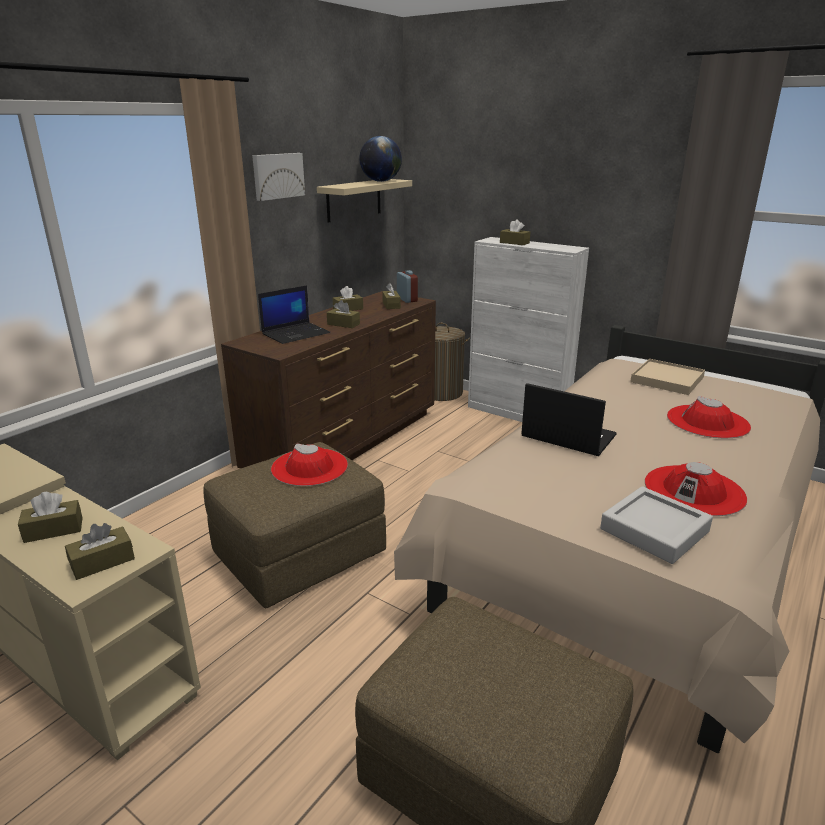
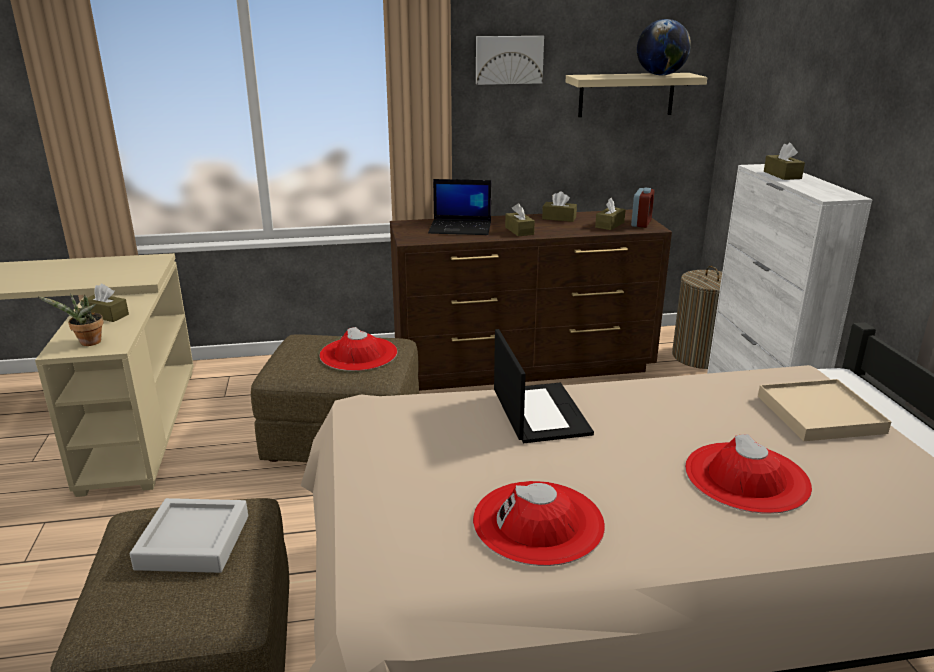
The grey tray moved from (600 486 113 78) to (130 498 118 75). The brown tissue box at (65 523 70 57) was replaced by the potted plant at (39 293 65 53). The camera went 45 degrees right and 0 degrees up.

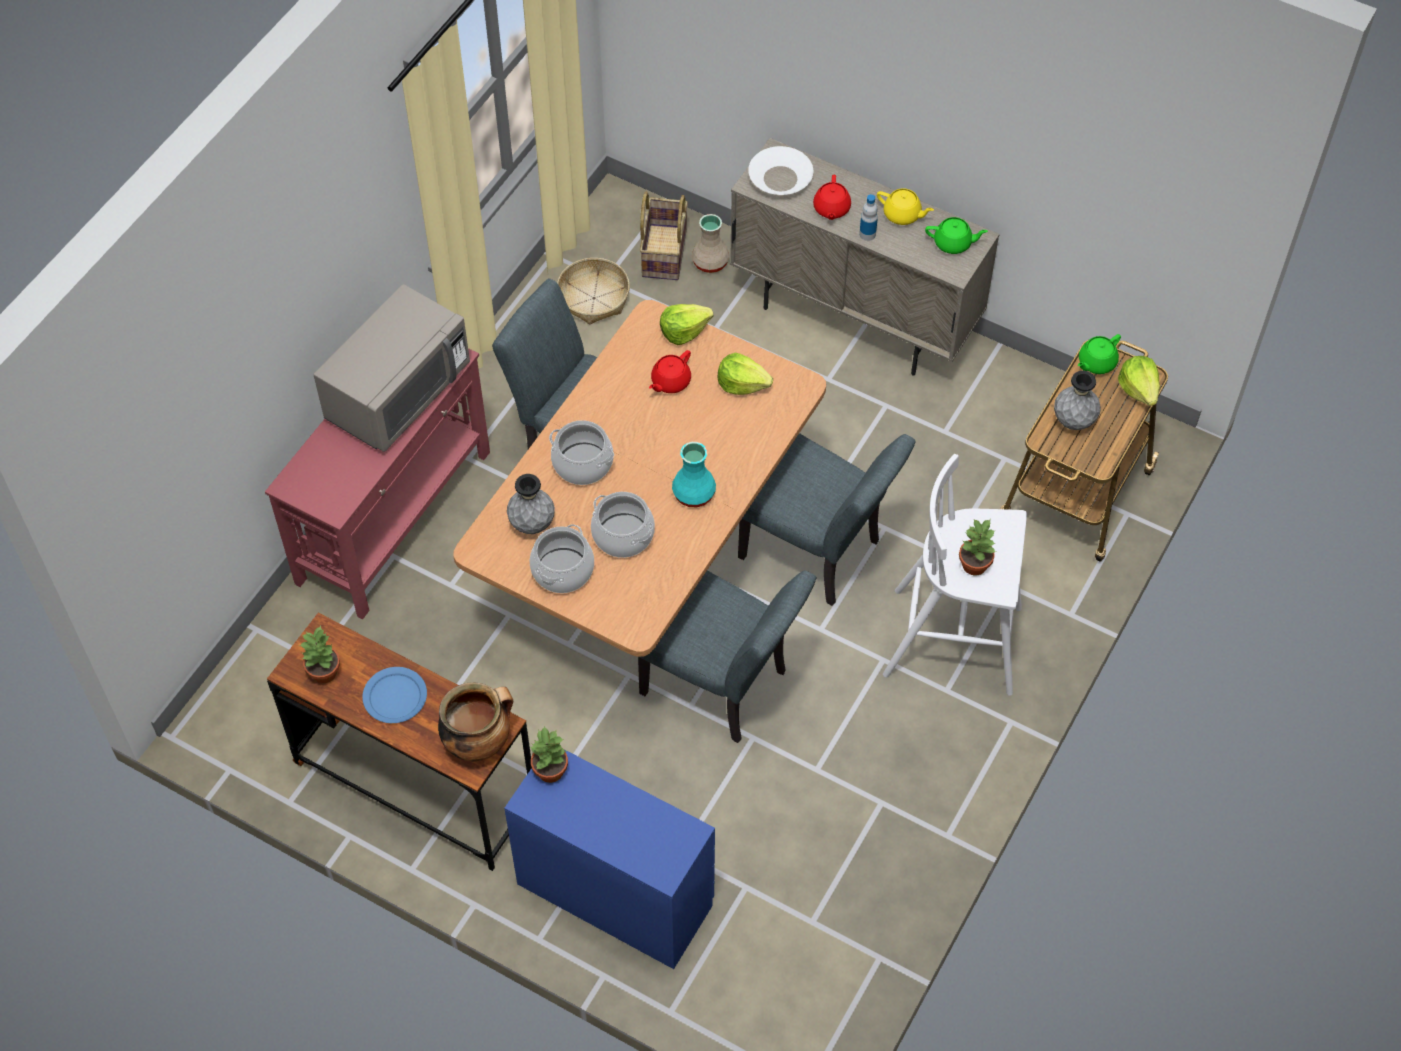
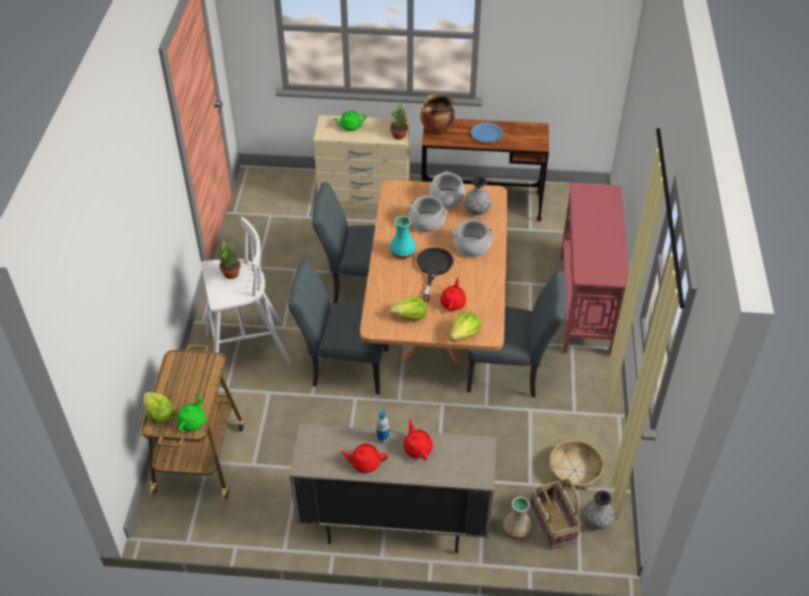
The potted plant at (300 626 40 57) disappeared. The grey microwave at (314 284 156 168) disappeared. The white bowl at (748 146 65 49) disappeared. The black frying pan at (417 248 36 53) appeared. The green teapot moved from (925 217 63 37) to (333 111 33 20). The grey vase moved from (1054 371 47 59) to (583 490 32 39). The blue dresser at (504 749 211 220) became the beige dresser at (313 115 97 95). The yellow teapot at (877 188 57 37) became the red teapot at (340 444 48 29). The camera went 155 degrees right and 10 degrees down.

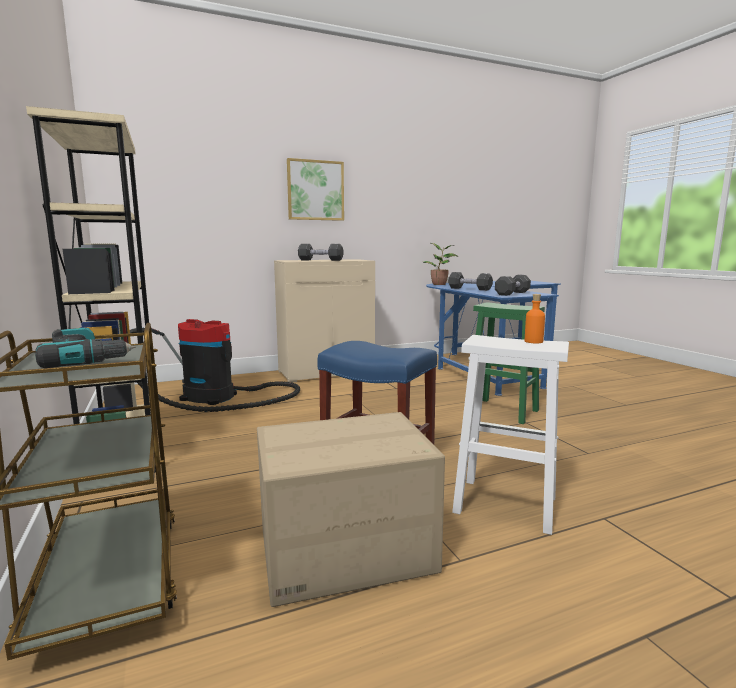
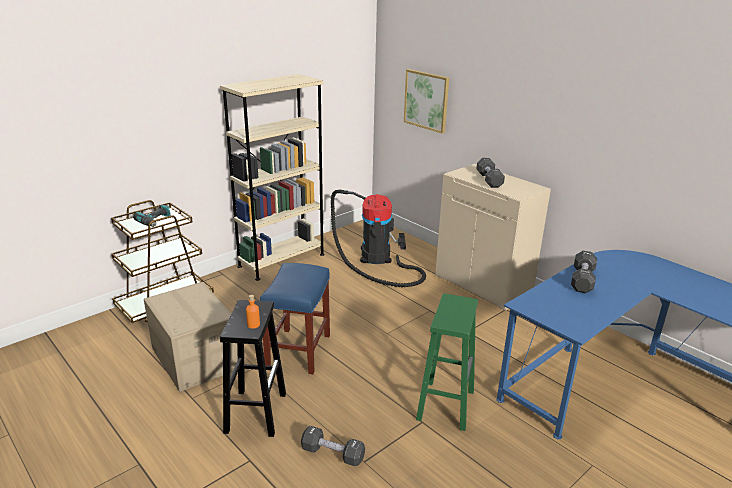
The potted plant at (423 243 35 42) disappeared. The picture moved from (287 158 57 63) to (404 69 45 65). The black dumbbell moved from (495 275 36 21) to (301 426 64 40). The white stool at (452 335 117 200) became the black stool at (220 300 66 137). The camera went 70 degrees right and 15 degrees up.

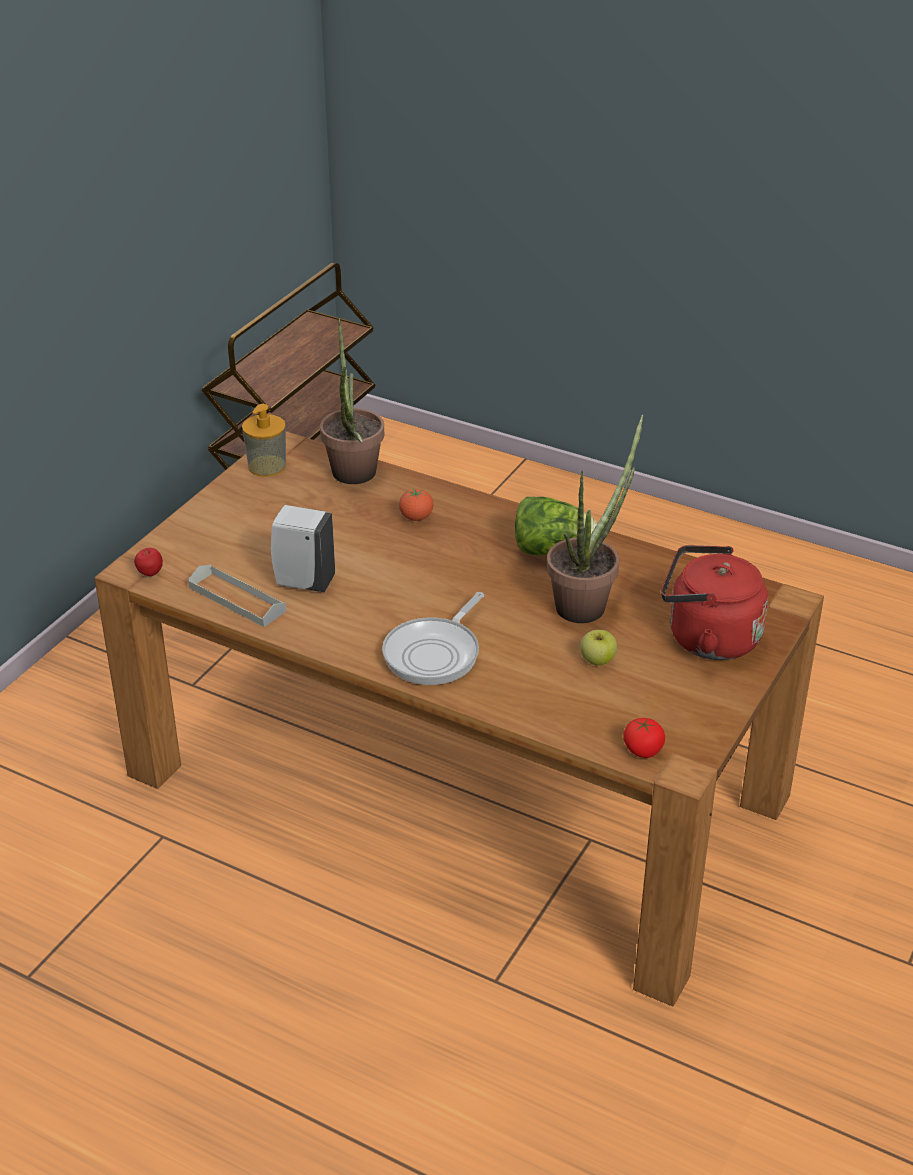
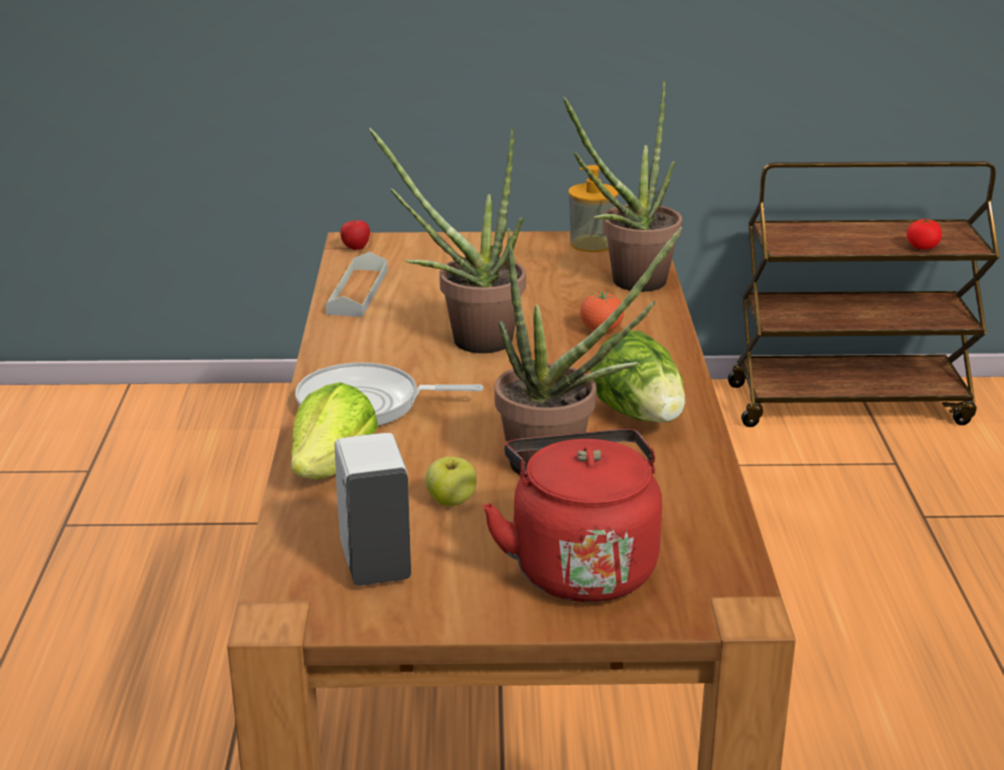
The lettuce at (291 382 87 97) appeared. The potted plant at (369 127 157 226) appeared. The white soap dispenser moved from (271 505 64 87) to (334 433 77 153). The tomato moved from (623 718 42 40) to (906 218 36 32). The camera went 60 degrees right and 10 degrees down.

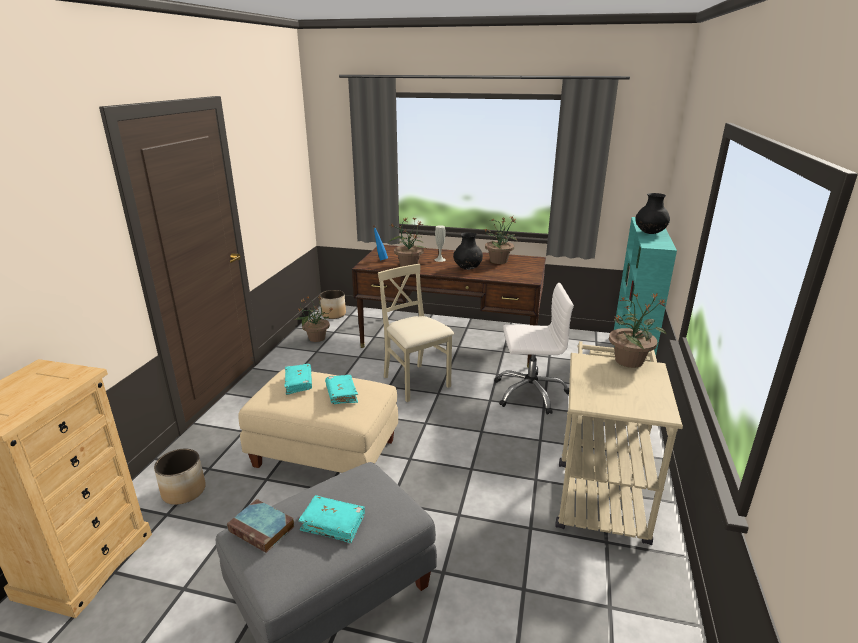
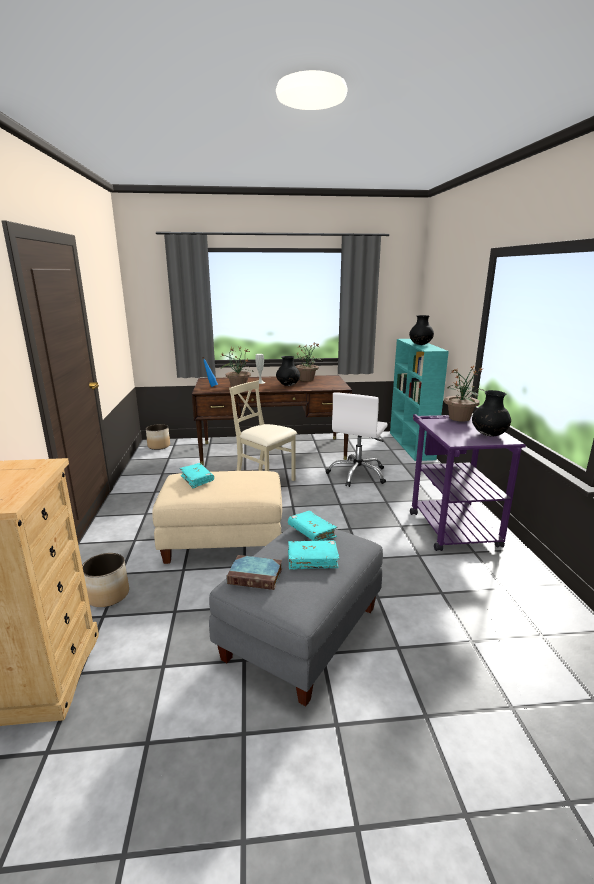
The potted plant at (295 296 37 46) disappeared. The black vase at (472 390 39 47) appeared. The turquoise book moved from (325 375 33 29) to (288 511 49 30). The beige cart at (555 341 128 204) became the purple cart at (410 414 116 137). The white office chair at (494 283 80 132) turned 135 degrees clockwise. The camera went 20 degrees left and 5 degrees down.

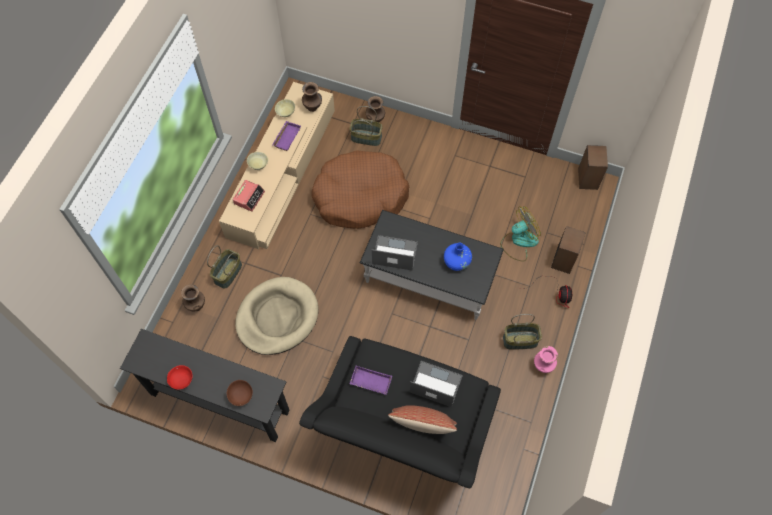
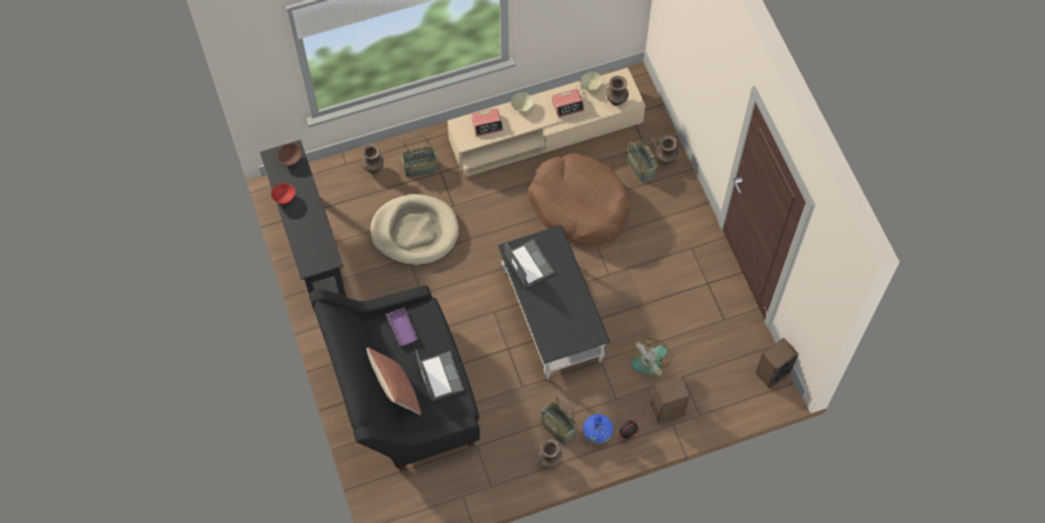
The brown bowl moved from (227 380 26 26) to (278 143 24 22). The blue vase moved from (444 242 28 29) to (583 414 30 30). The purple tray at (272 121 29 30) was replaced by the alarm clock at (552 89 32 29). The pink vase at (534 346 24 27) became the brown vase at (538 439 24 29). The fan at (500 206 41 56) turned 120 degrees clockwise. The camera went 50 degrees right and 0 degrees up.

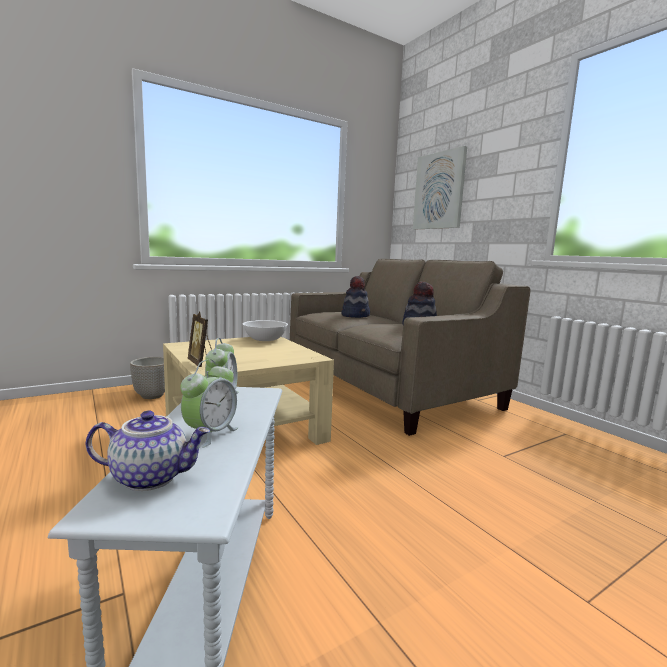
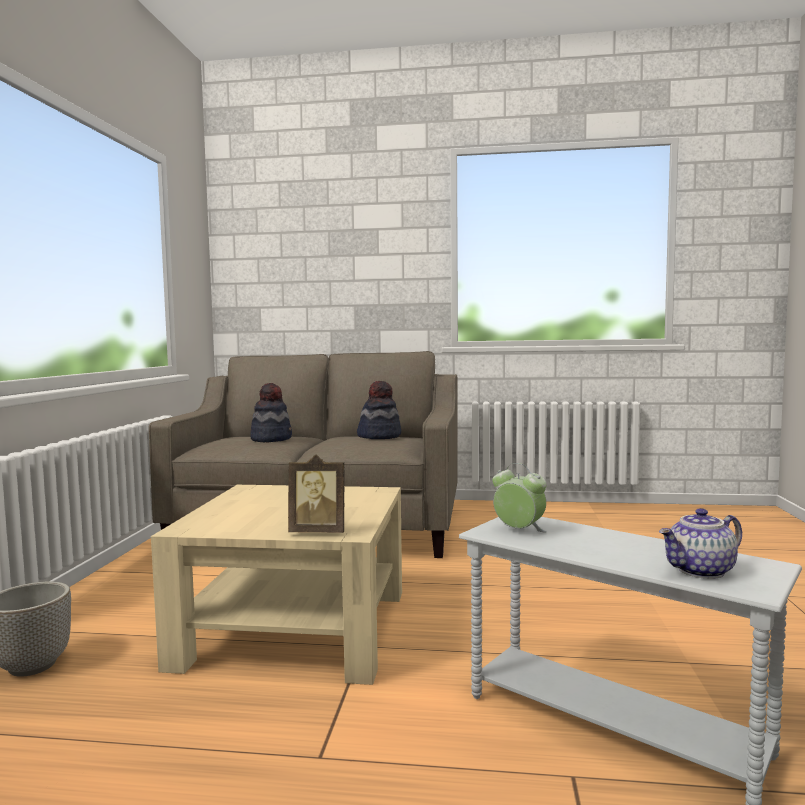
The alarm clock at (180 359 58 88) disappeared. The white bowl at (243 320 45 21) disappeared. The picture at (413 146 54 83) disappeared. The teapot at (86 410 124 81) turned 150 degrees counterclockwise. The camera went 50 degrees left and 5 degrees down.

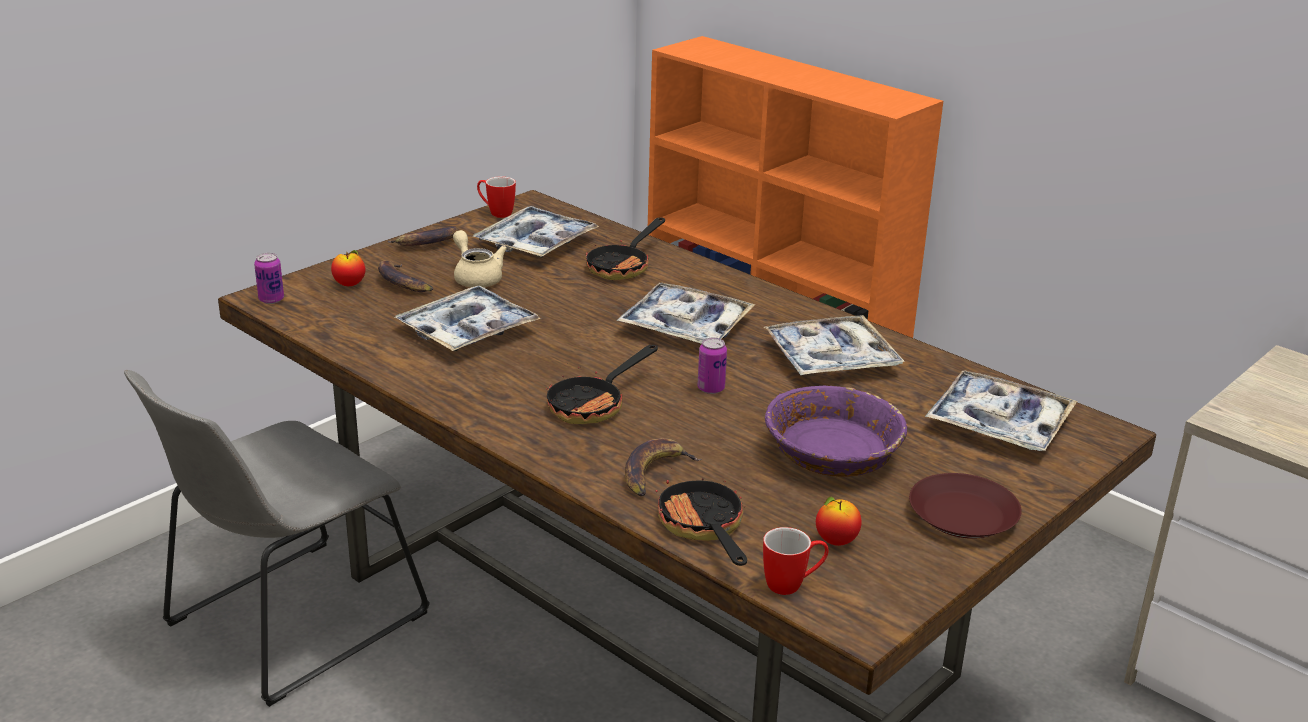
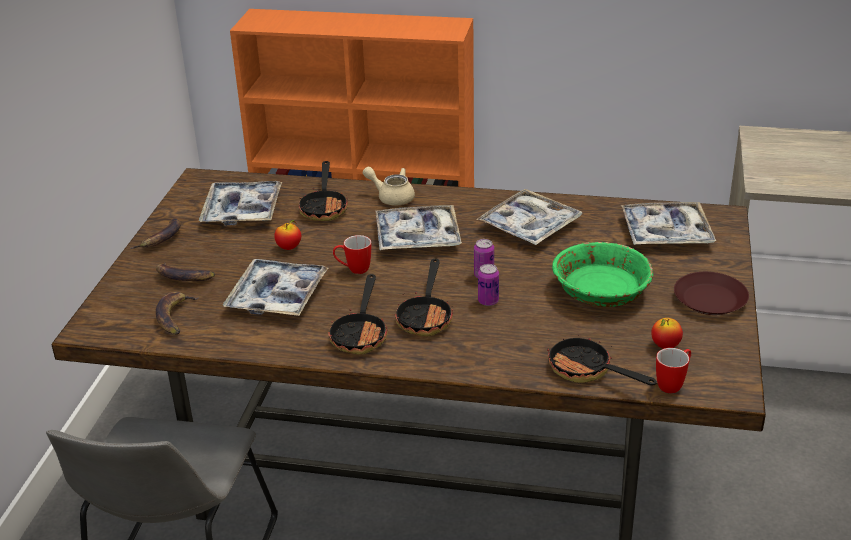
The frying pan at (328 274 60 81) appeared. The can moved from (254 253 30 51) to (478 264 21 42). The apple moved from (331 250 35 36) to (274 220 27 30). The beige teapot moved from (453 230 54 57) to (363 167 52 38). The mug moved from (477 176 39 42) to (333 235 38 39). The banana moved from (625 438 77 58) to (156 292 43 43). The purple bowl at (765 386 142 91) became the green bowl at (552 242 101 65). The camera went 30 degrees left and 5 degrees up.

